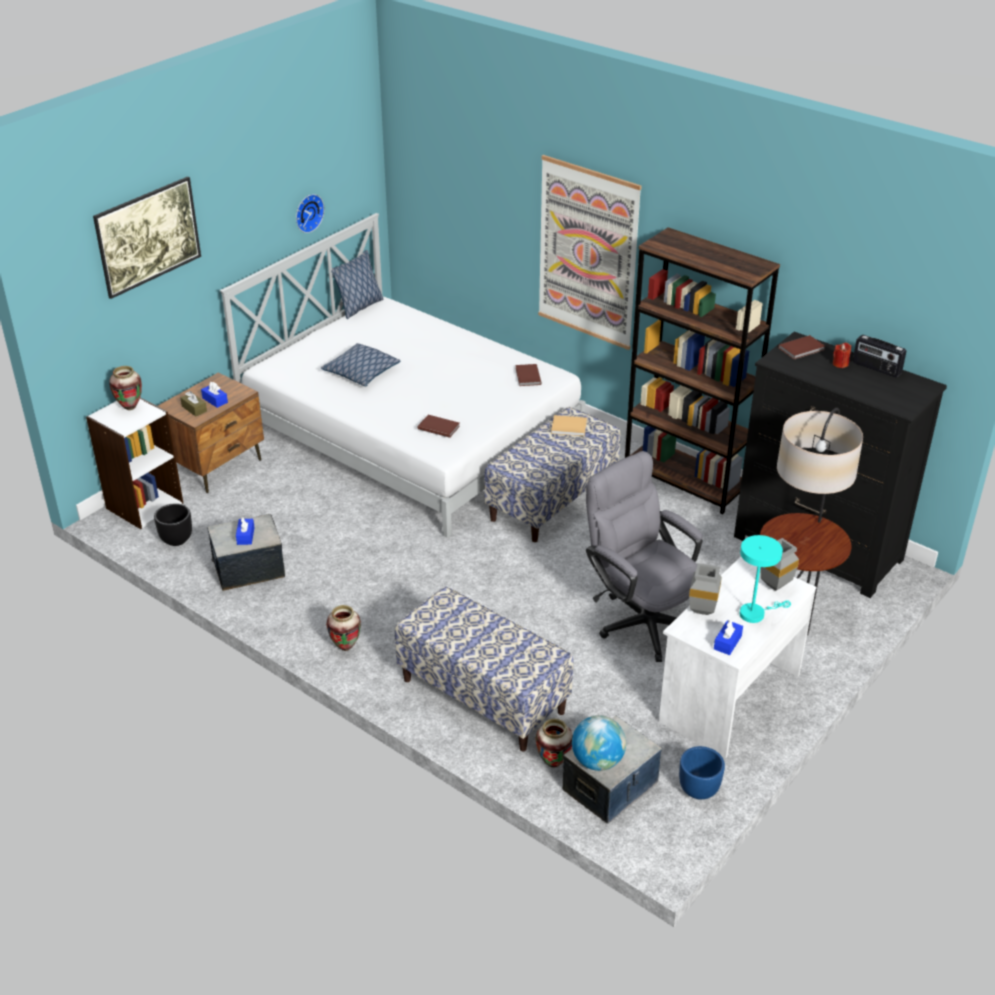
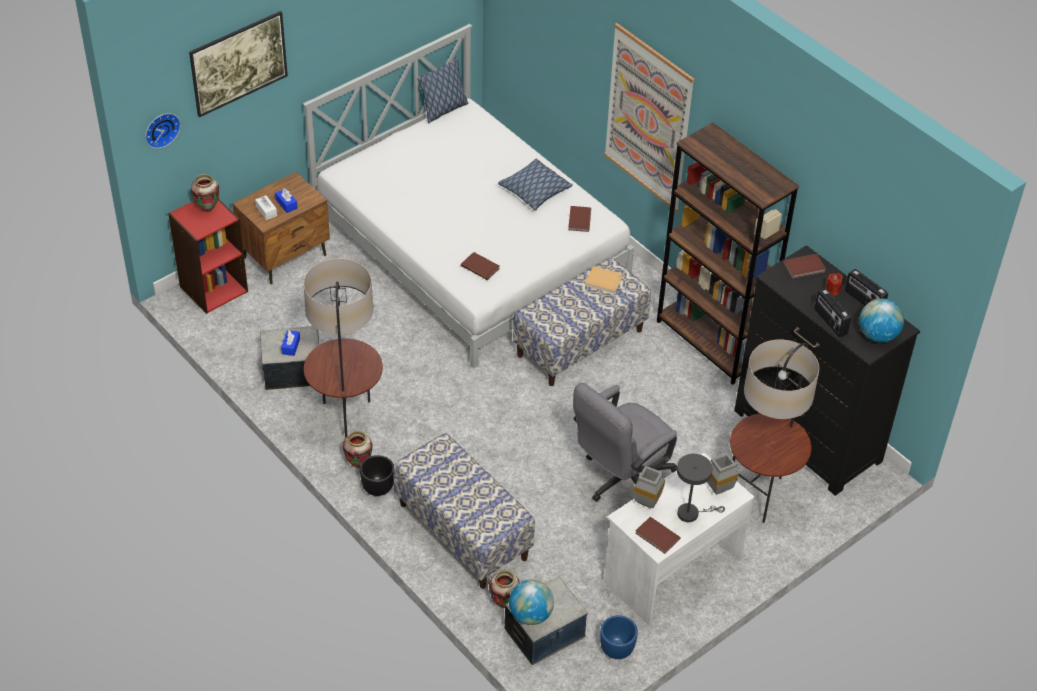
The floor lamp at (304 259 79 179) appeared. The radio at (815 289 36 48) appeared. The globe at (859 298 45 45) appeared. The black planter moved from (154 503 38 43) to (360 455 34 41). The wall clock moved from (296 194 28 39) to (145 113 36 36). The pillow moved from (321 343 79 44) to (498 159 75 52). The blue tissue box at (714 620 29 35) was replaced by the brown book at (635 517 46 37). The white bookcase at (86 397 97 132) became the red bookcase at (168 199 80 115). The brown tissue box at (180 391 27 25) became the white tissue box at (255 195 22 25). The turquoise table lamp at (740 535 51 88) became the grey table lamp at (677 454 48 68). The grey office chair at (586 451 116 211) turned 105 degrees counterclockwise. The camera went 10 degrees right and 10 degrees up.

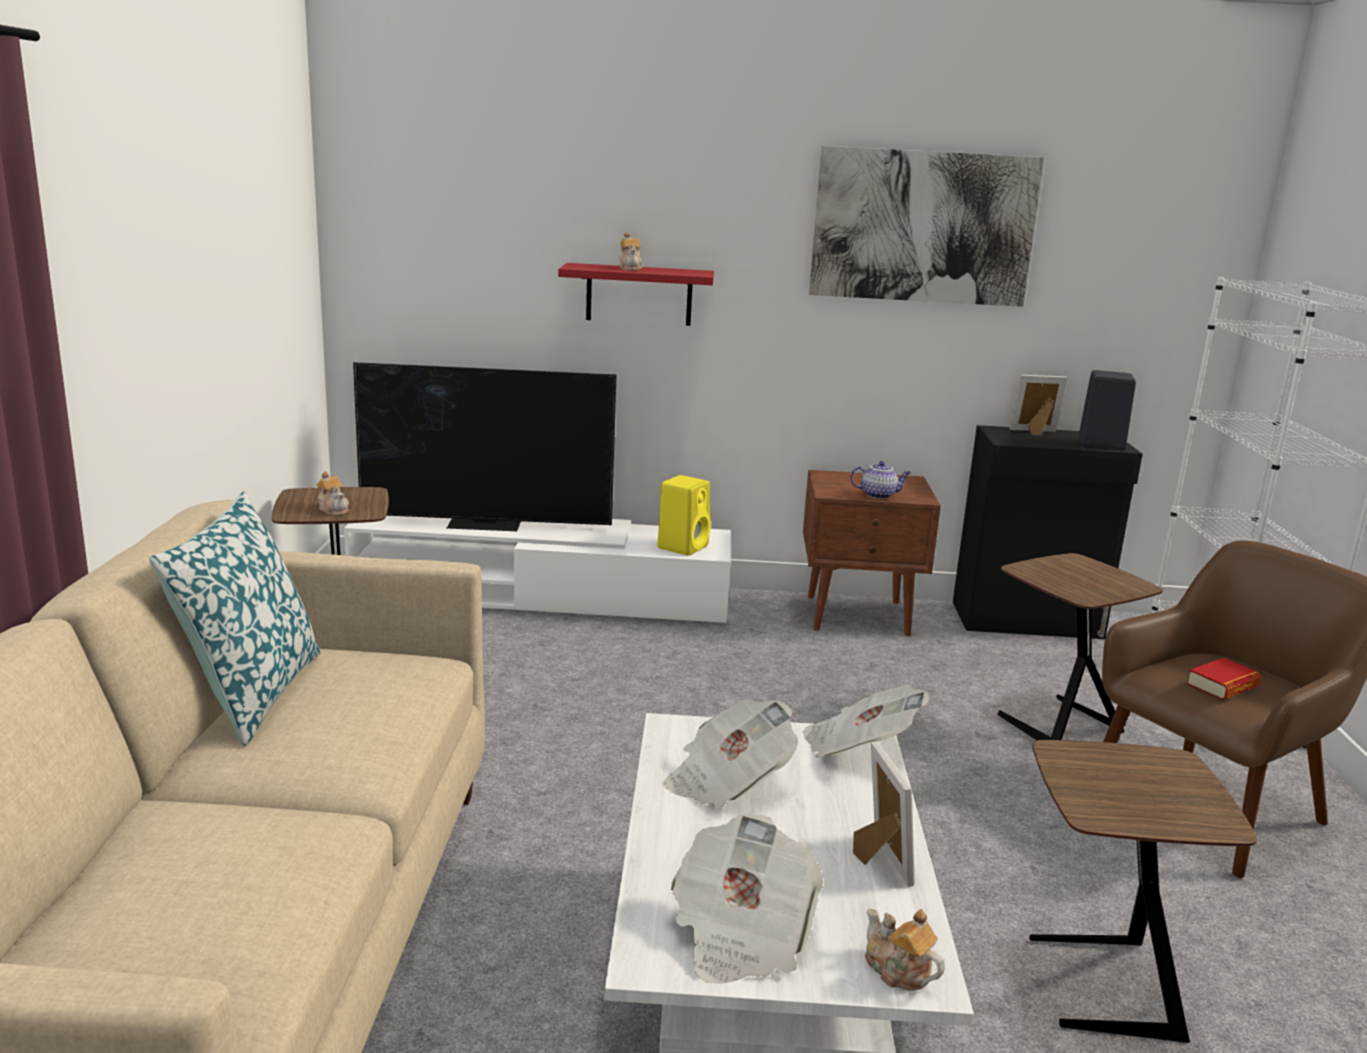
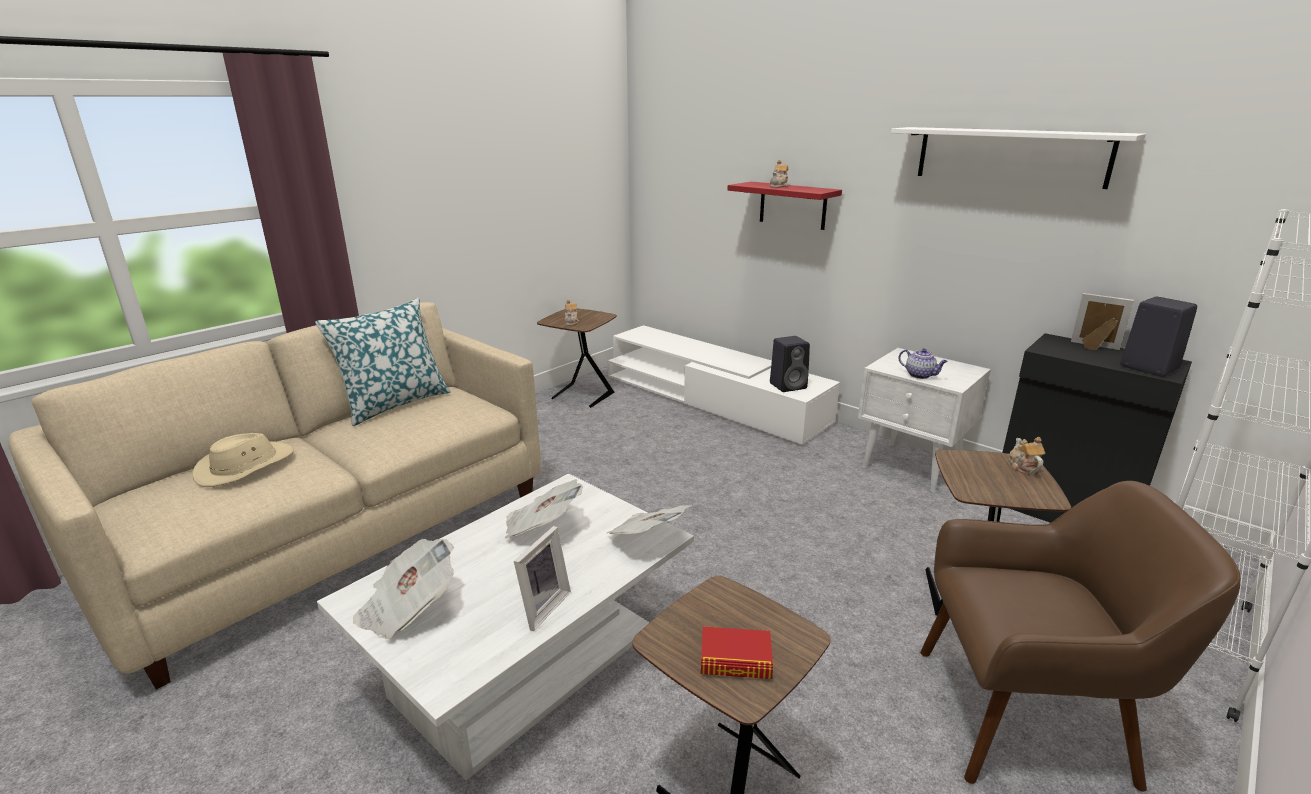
The television at (353 362 263 169) disappeared. The beige hat at (192 433 102 54) appeared. The teapot moved from (865 908 80 83) to (1009 437 36 38). The book moved from (1187 658 75 42) to (701 627 72 52). The picture at (809 146 236 161) was replaced by the white shelf at (891 127 255 62). The yellow speaker at (658 475 53 81) became the black speaker at (770 336 40 56). The brown nightstand at (803 470 138 166) became the white nightstand at (858 348 133 144). The camera went 40 degrees right and 5 degrees up.

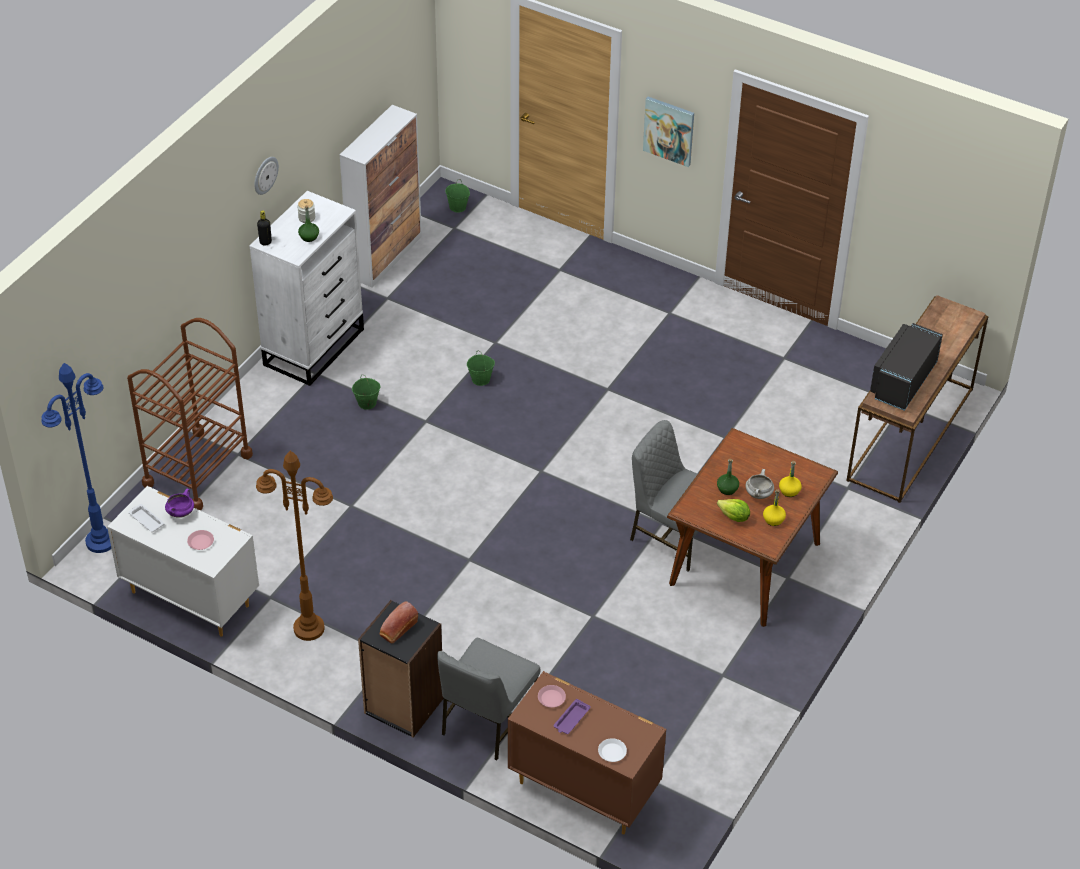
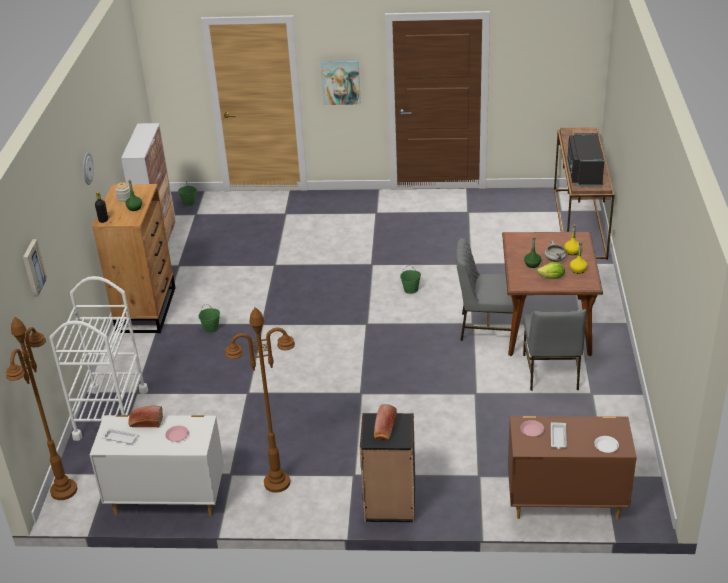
The picture at (23 239 24 58) appeared. The grey chair moved from (437 638 103 123) to (523 309 64 82). The green bucket moved from (467 351 28 35) to (400 265 21 29). The purple cooking pot at (165 488 29 30) was replaced by the bread at (129 405 34 22). The blue floor lamp at (41 363 71 190) became the brown floor lamp at (6 317 71 183). The brown cart at (127 318 126 192) became the white cart at (50 276 98 165). The white dresser at (249 191 115 195) became the brown dresser at (92 184 84 149). The purple tray at (554 699 37 35) became the white tray at (551 422 16 27). The camera went 25 degrees left and 10 degrees down.

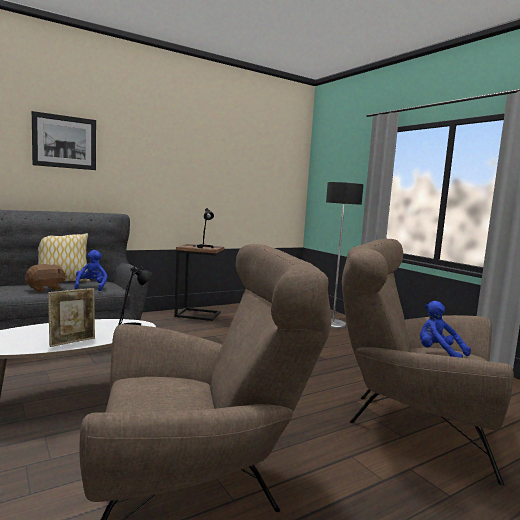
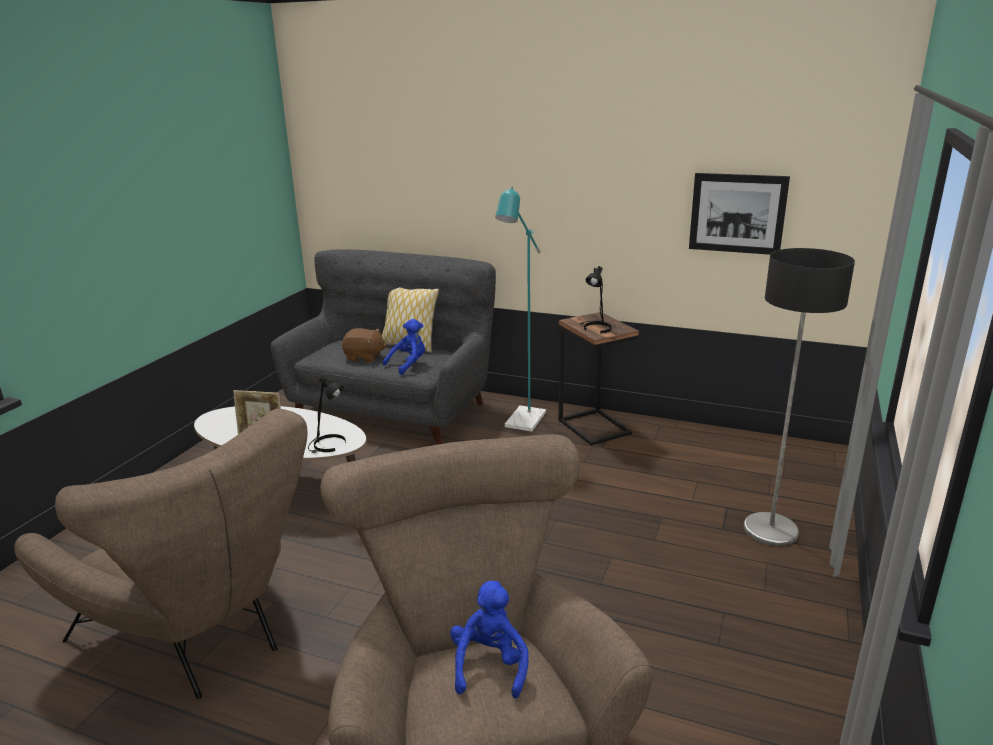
The turquoise floor lamp at (495 187 51 245) appeared. The picture moved from (32 111 64 59) to (689 173 101 82). The camera went 55 degrees right and 15 degrees up.

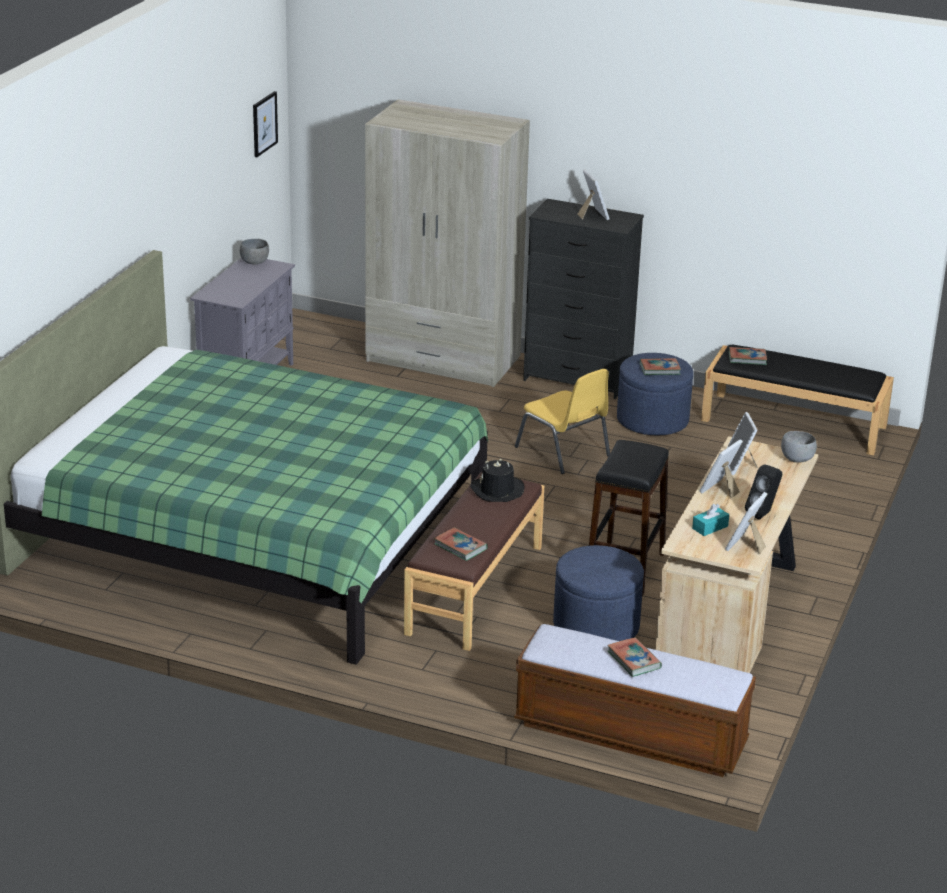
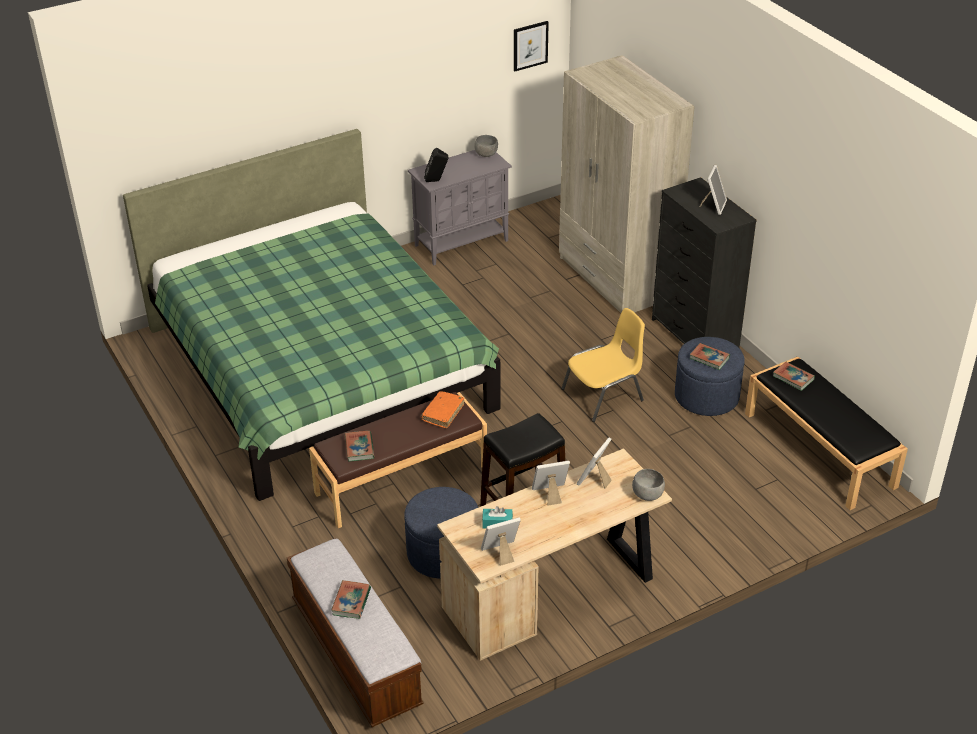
The black speaker moved from (745 464 37 56) to (424 148 24 34). The black hat at (470 459 55 43) was replaced by the orange book at (421 391 43 37). The yellow chair at (515 369 95 105) turned 120 degrees counterclockwise. The camera went 40 degrees right and 10 degrees up.

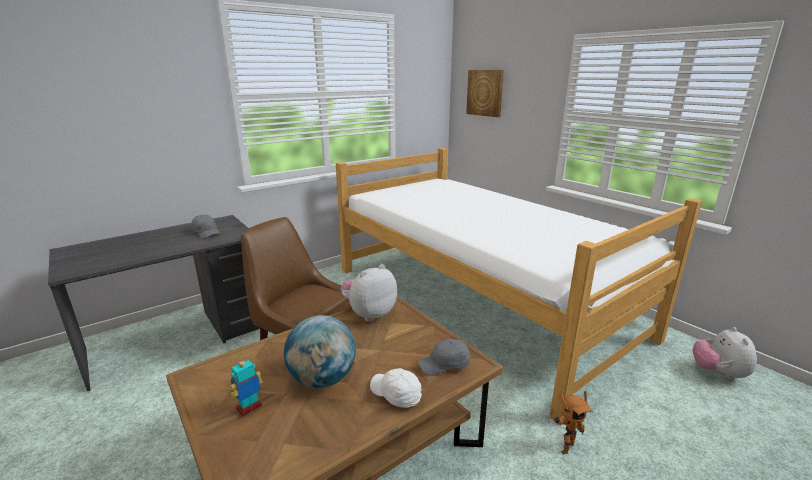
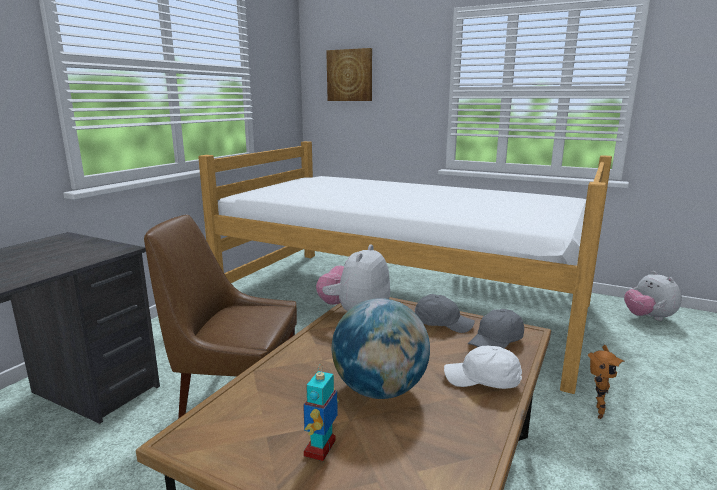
The grey cap moved from (191 214 30 24) to (415 294 60 39). The camera went 25 degrees left and 5 degrees down.

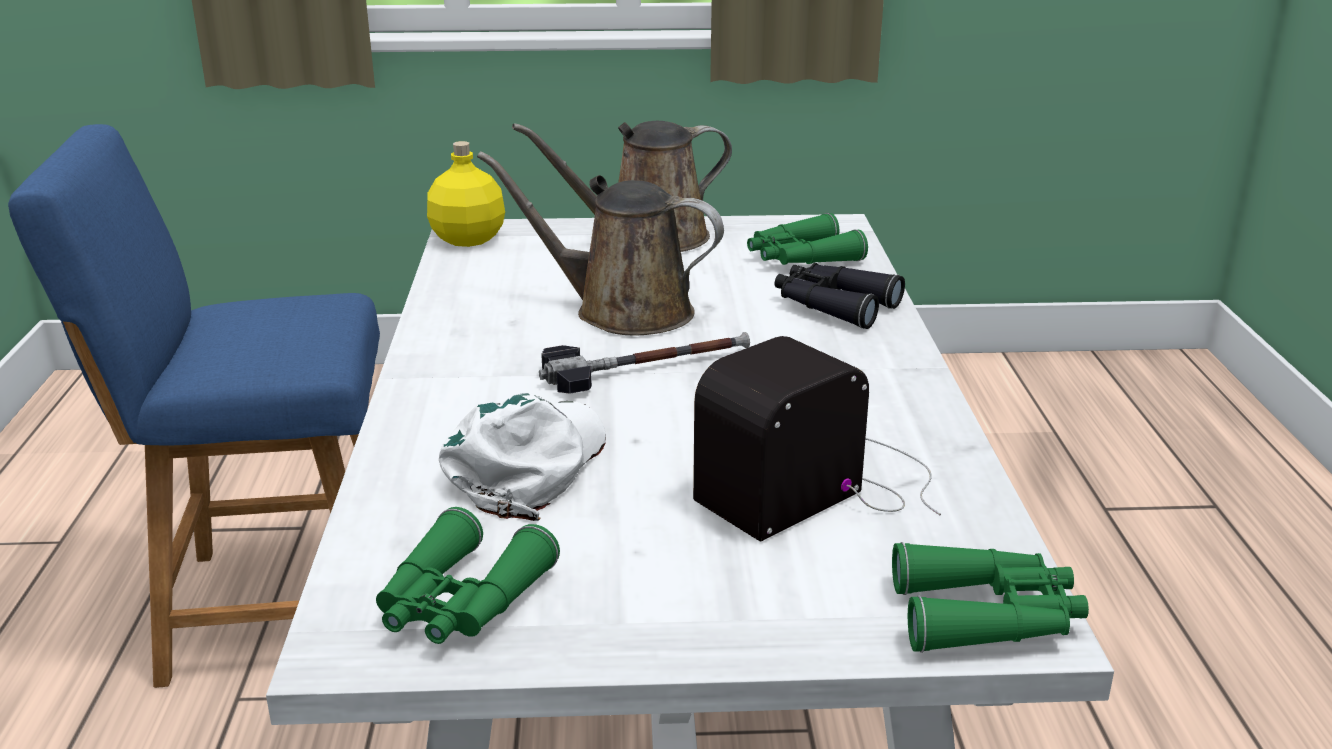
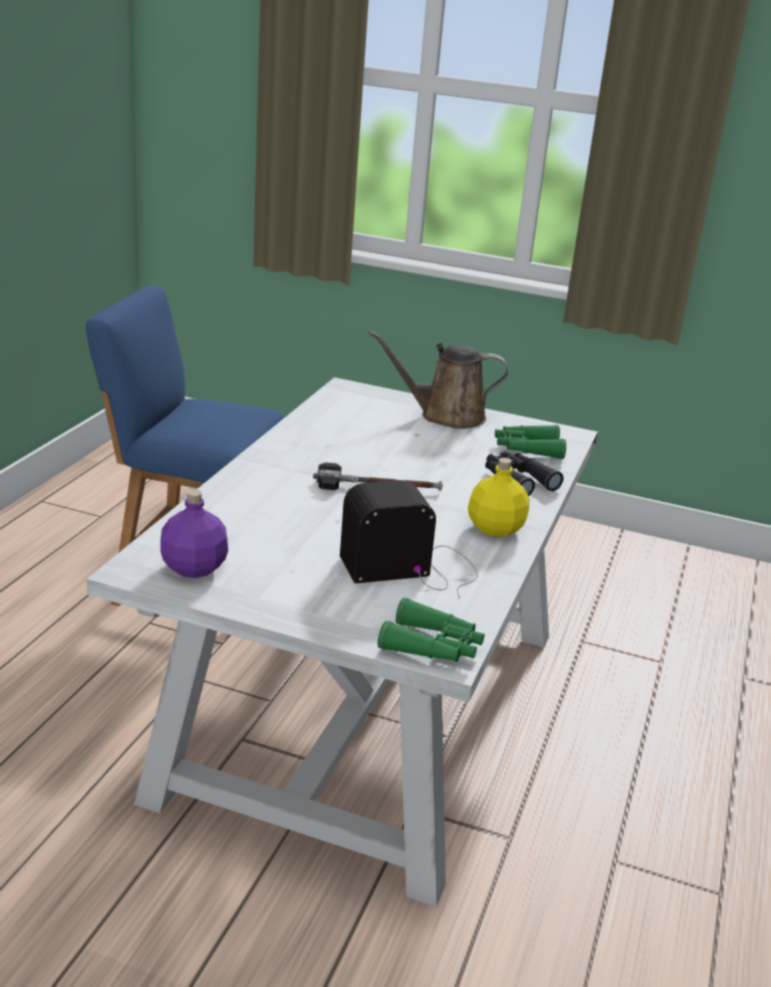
The white cap at (439 393 167 128) disappeared. The brown watering can at (477 151 247 185) disappeared. The yellow bottle moved from (427 141 78 106) to (468 458 61 79). The green binoculars at (376 507 184 137) was replaced by the purple bottle at (160 489 68 89). The camera went 20 degrees right and 0 degrees up.

